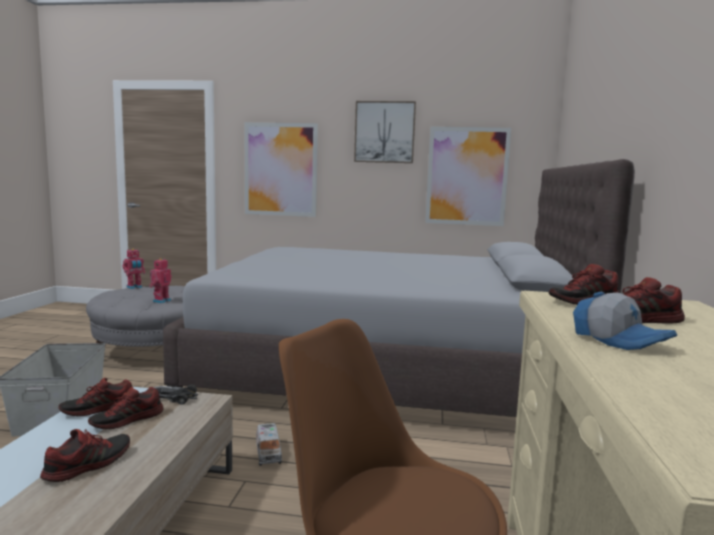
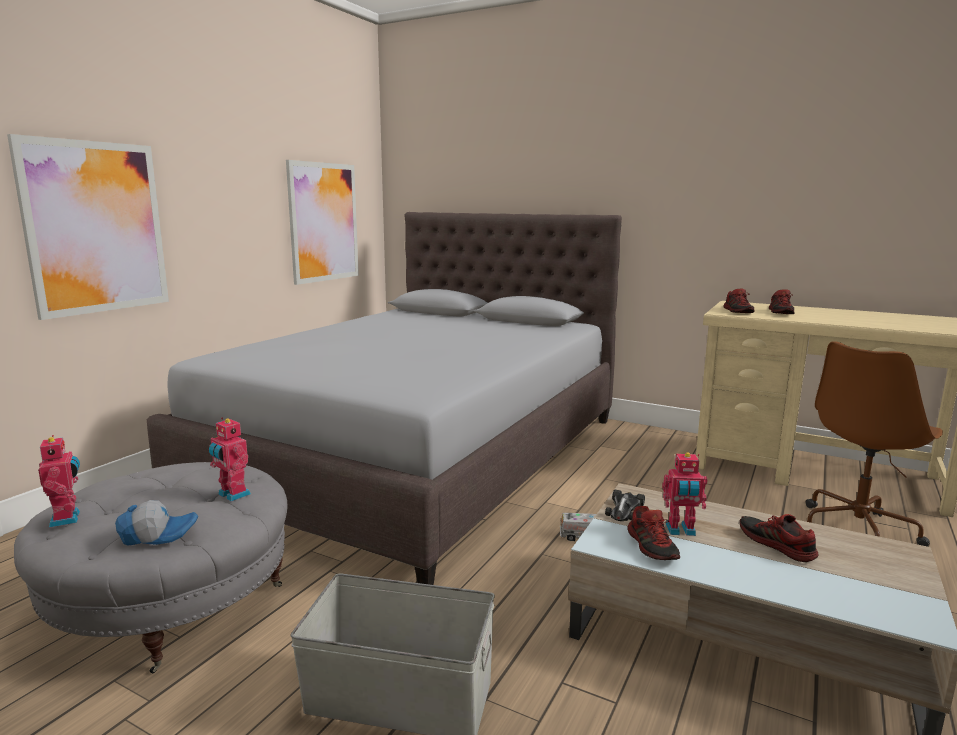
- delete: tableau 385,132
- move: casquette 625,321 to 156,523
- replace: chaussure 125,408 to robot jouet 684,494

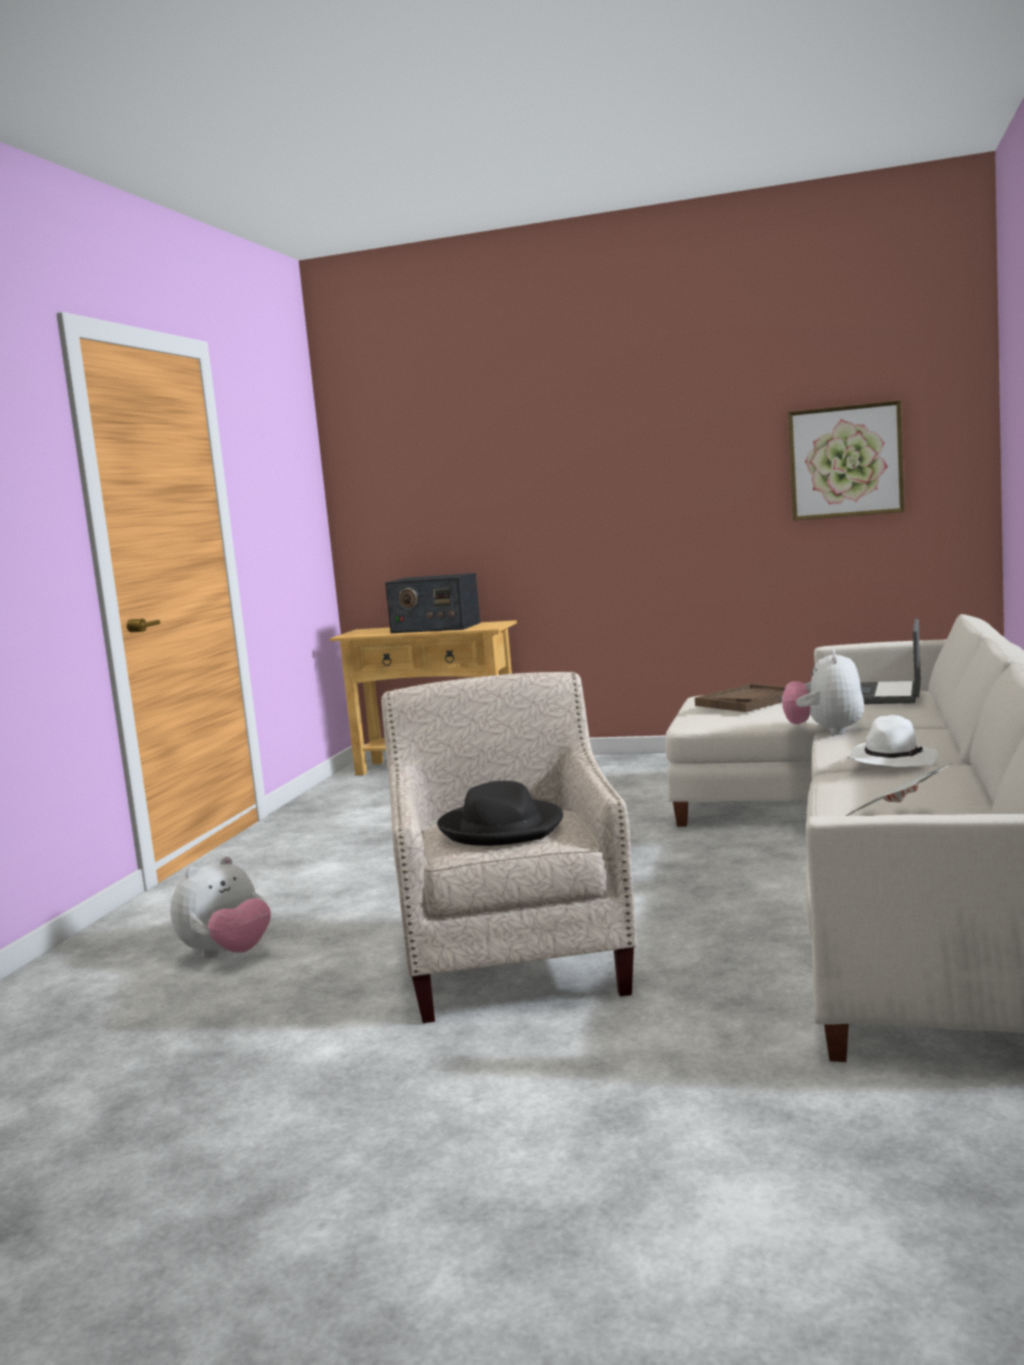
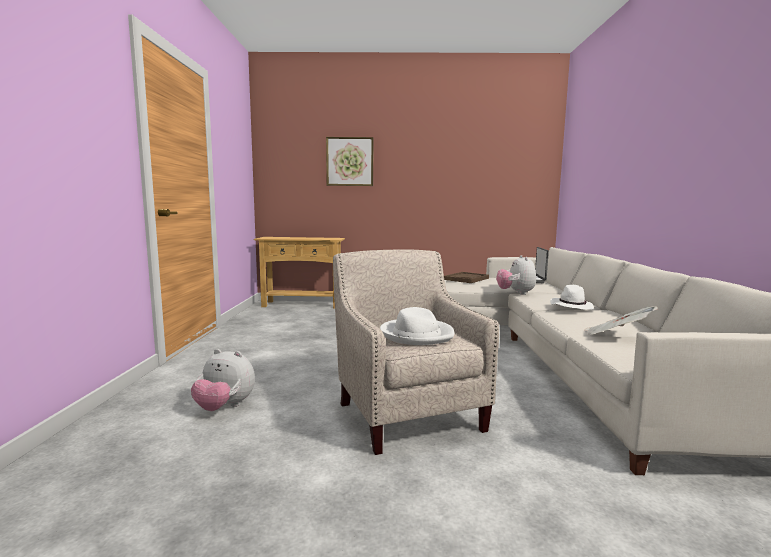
- delete: radio 432,603
- move: tableau 846,460 to 349,161
- recolor: chapeau [noir] 500,813 to chapeau [blanc] 417,326
- rotate: peluche 220,907 = 223,380 75 degrees clockwise

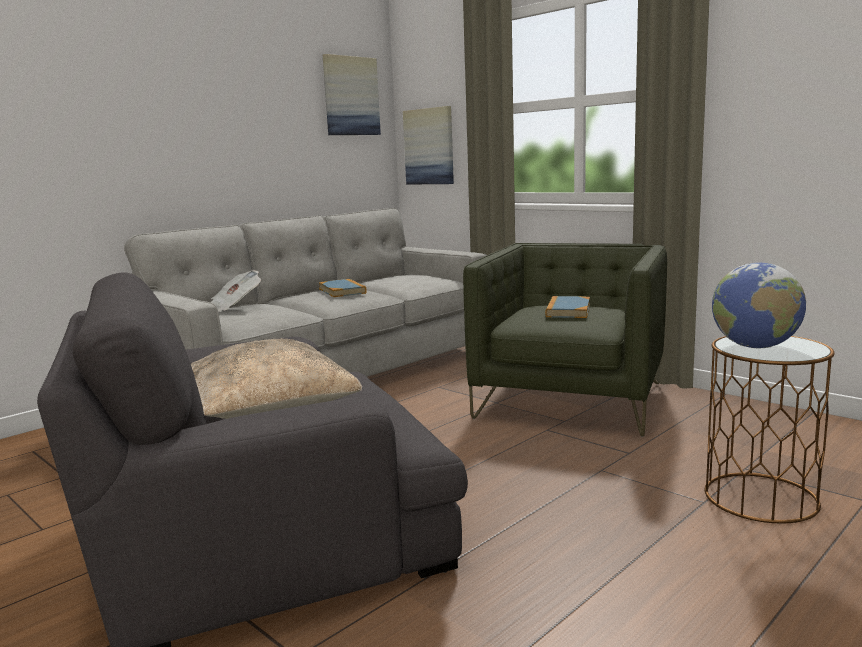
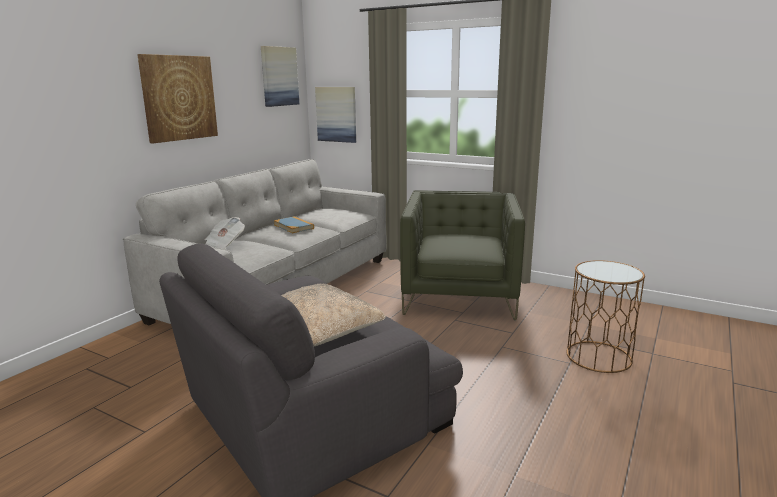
- delete: livre 567,307
- delete: globe 759,305
- insert: tableau 177,98

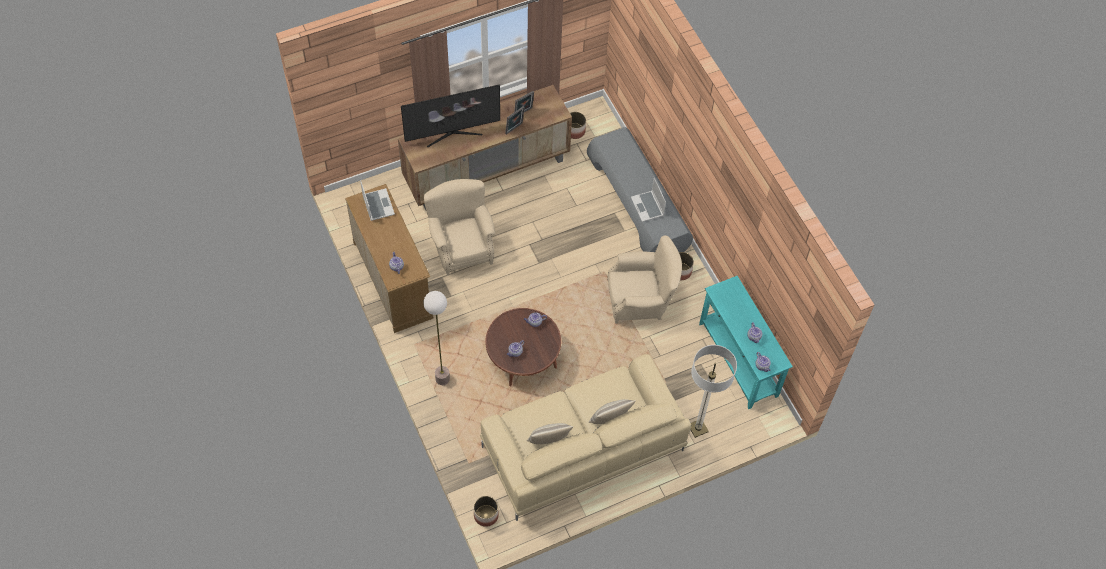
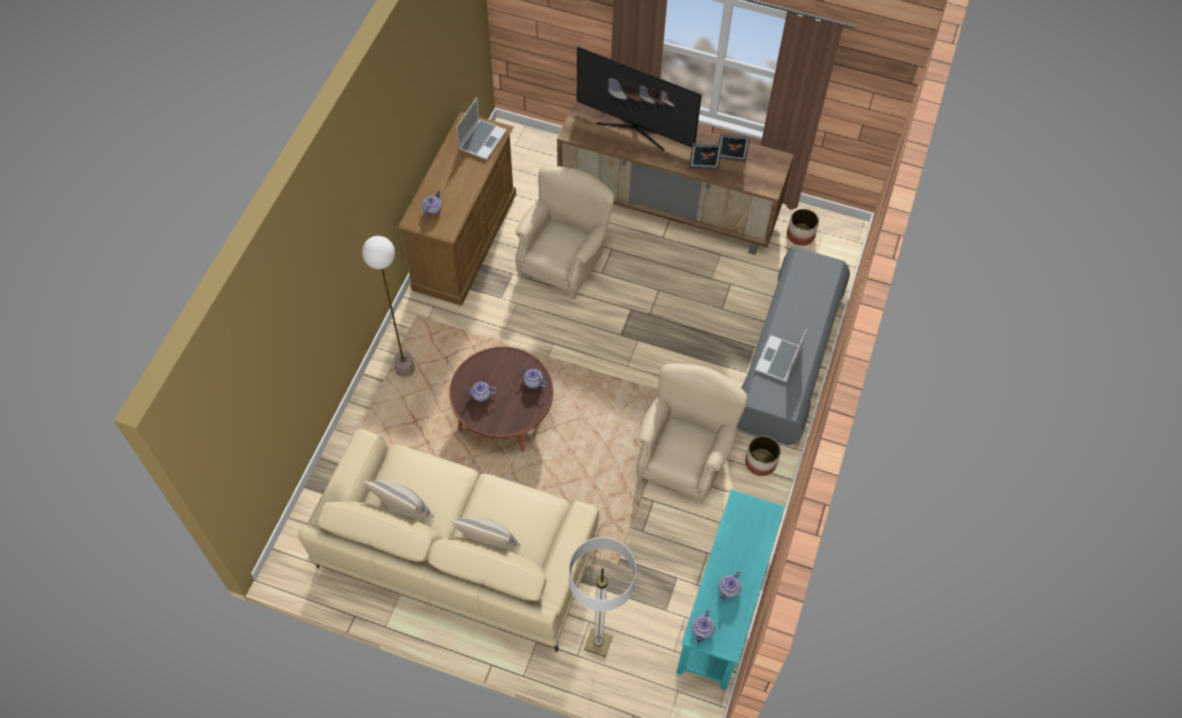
- delete: cache-pot 486,511
- rotate: fauteuil [beige] 644,279 = 692,433 105 degrees counterclockwise

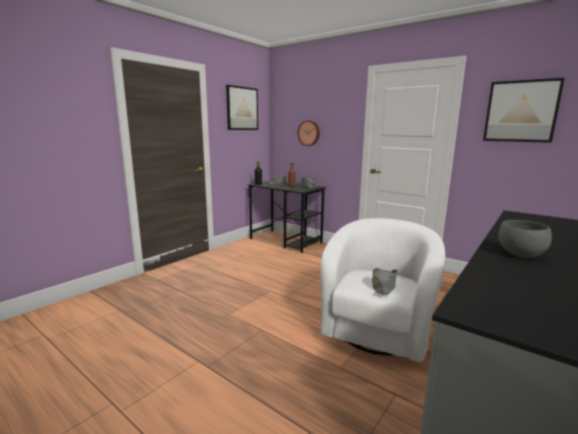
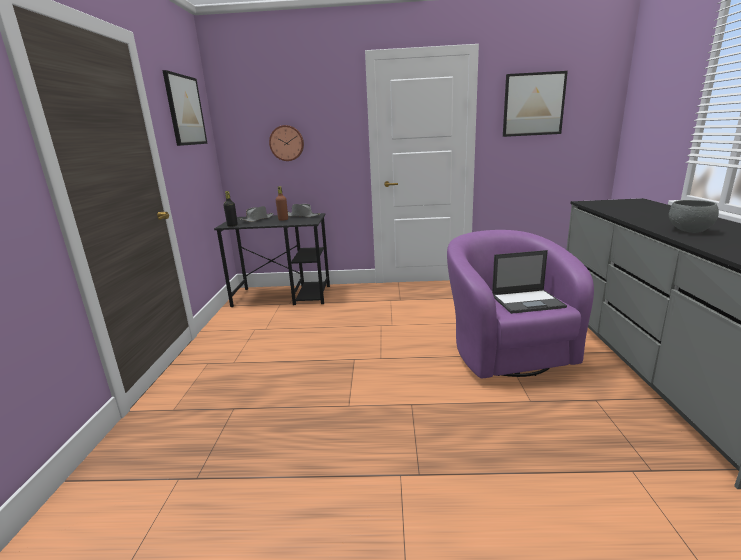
- replace: chapeau [gris] 384,281 to ordinateur portable 529,282
- recolor: fauteuil [blanc] 382,290 to fauteuil [violet] 520,304

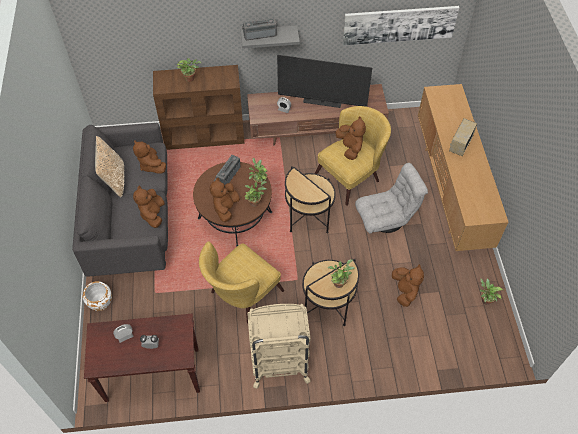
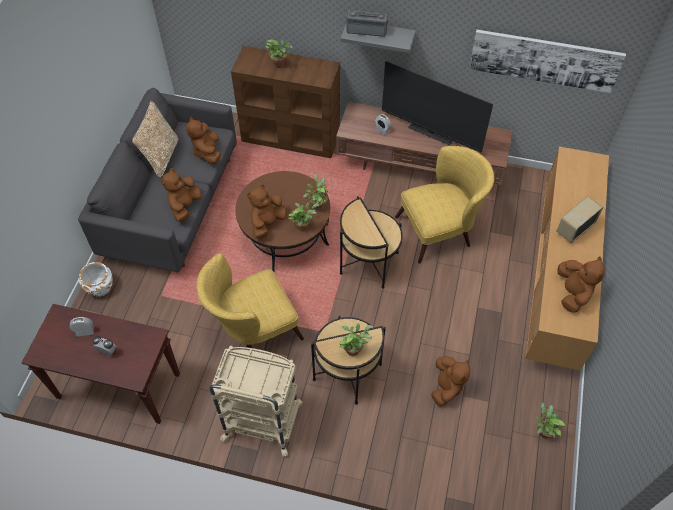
- delete: radio 227,170
- delete: fauteuil [gris] 391,198
- move: peluche [marron] 351,138 to 581,284

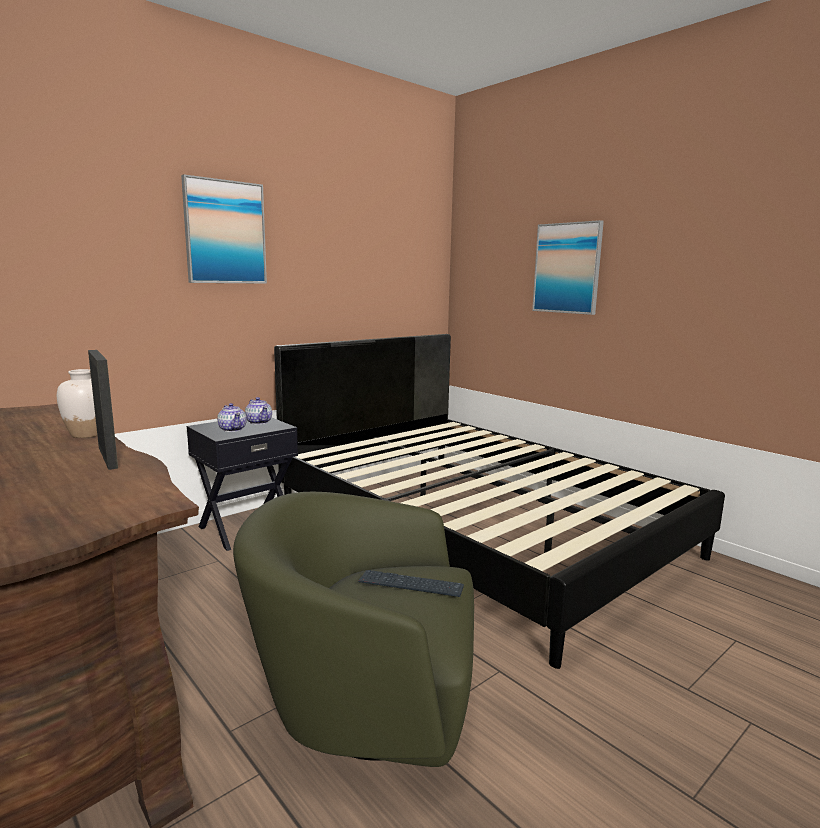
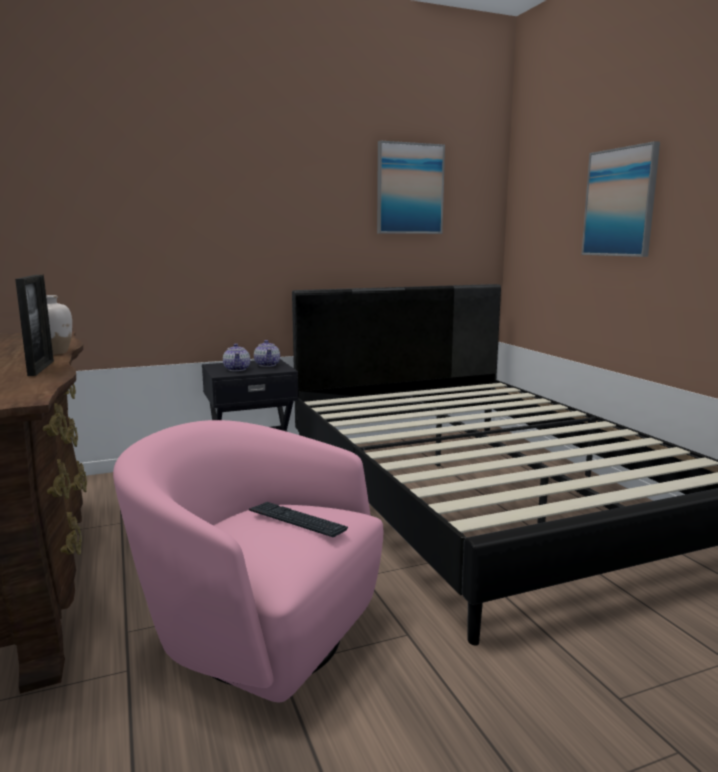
- move: tableau 224,229 to 411,187
- recolor: fauteuil [vert] 353,629 to fauteuil [rose] 248,561

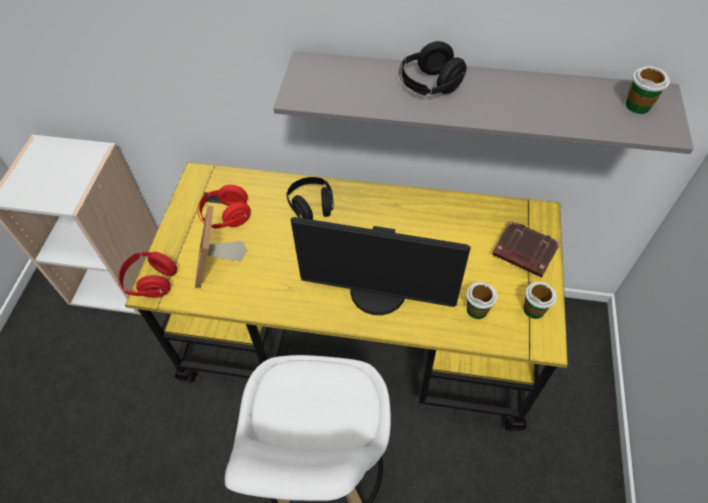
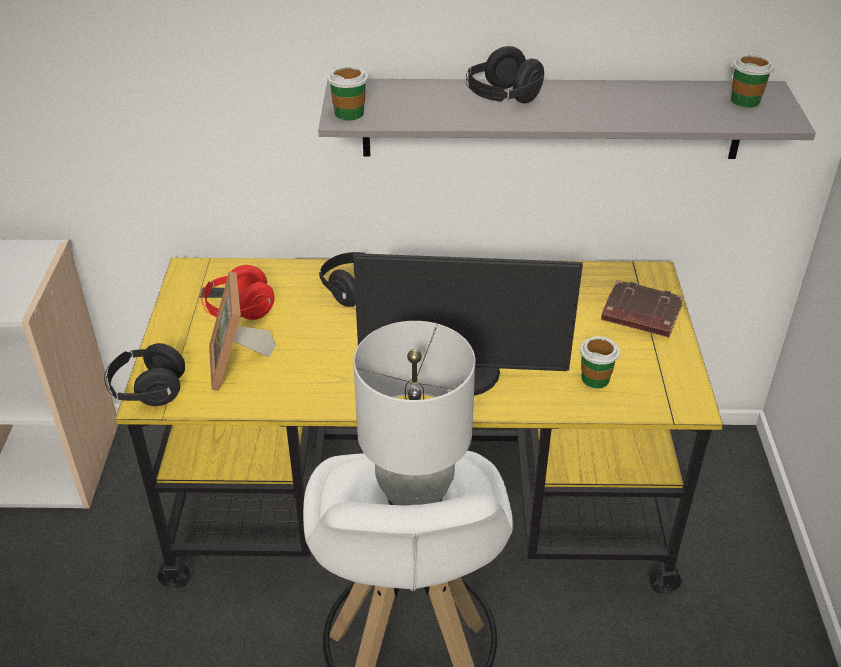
- insert: lampe de table [blanc] 414,413
- move: tasse 540,300 to 347,93
- recolor: casque audio [rouge] 147,275 to casque audio [noir] 144,374

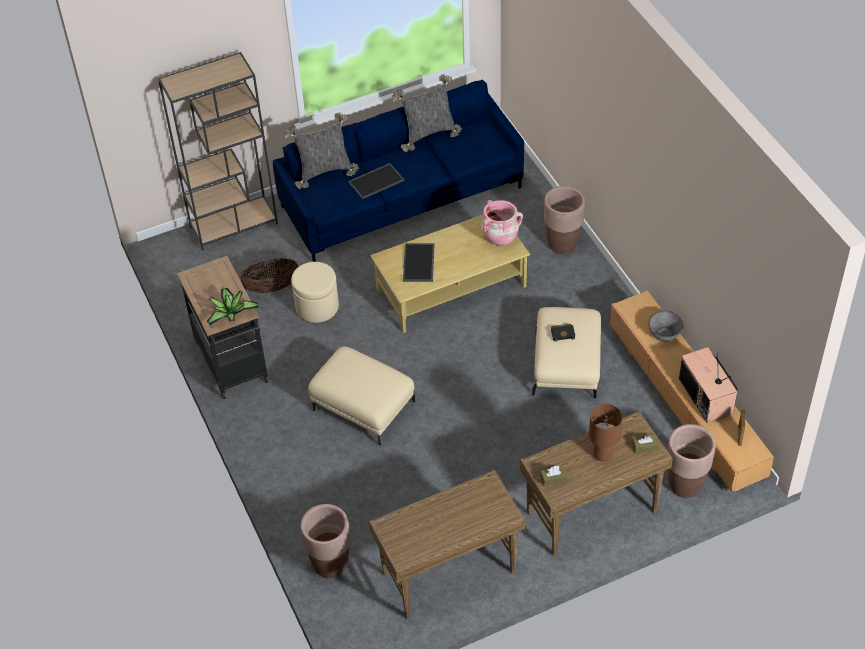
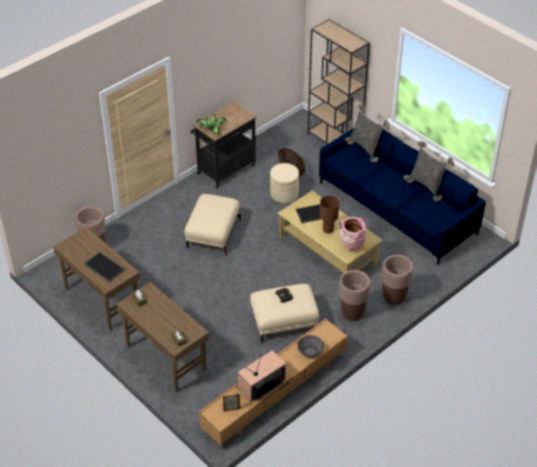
- move: plateau 376,181 to 105,267
- move: lampe de table [marron] 605,432 to 329,214
- move: cache-pot [marron] 692,461 to 354,295

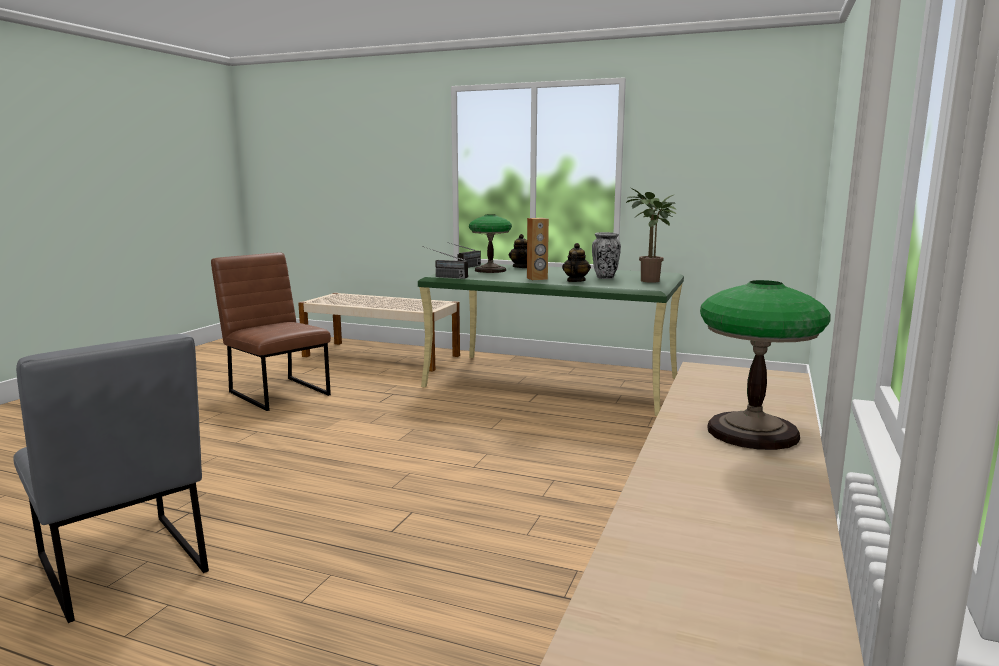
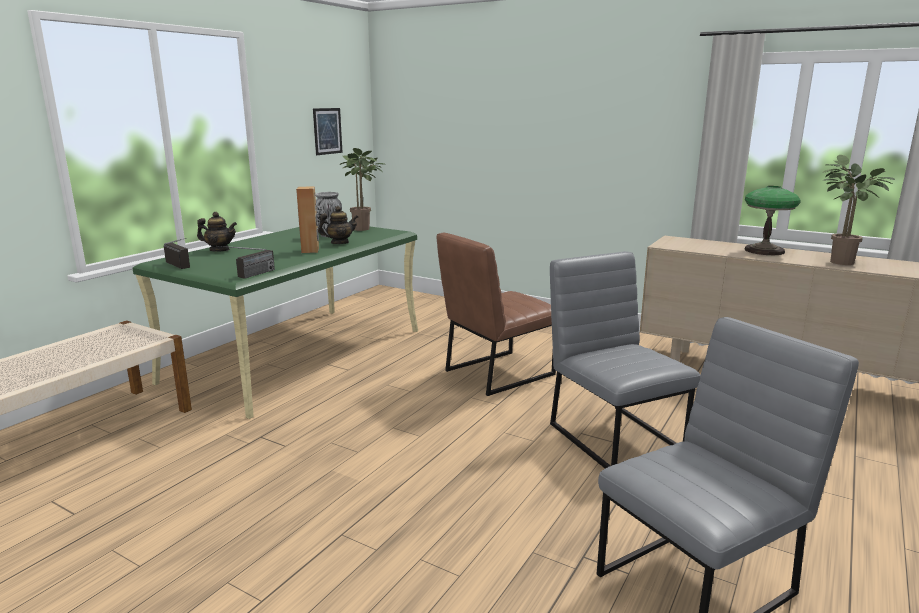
- delete: lampe de table 490,244
- insert: tableau 328,131
- insert: chaise [gris] 625,359
- insert: plante en pot 858,210
- move: chaise [marron] 271,332 to 496,314
- rotate: théière 576,262 = 338,225 135 degrees clockwise

